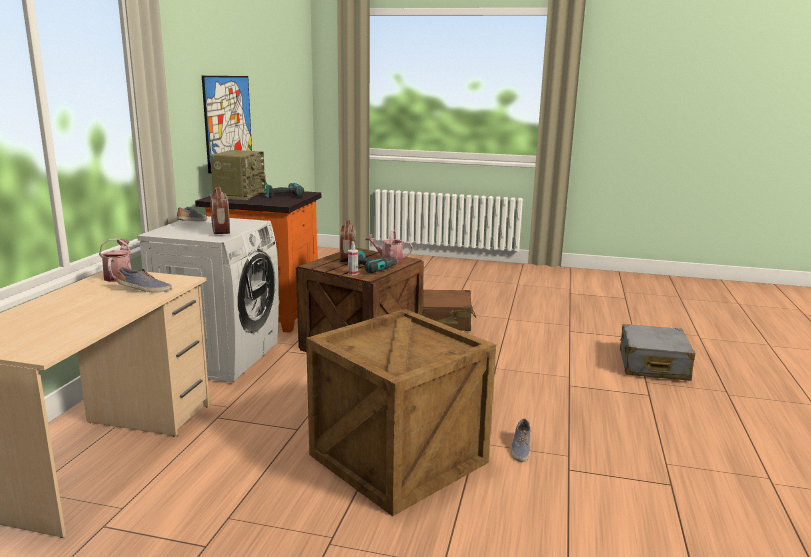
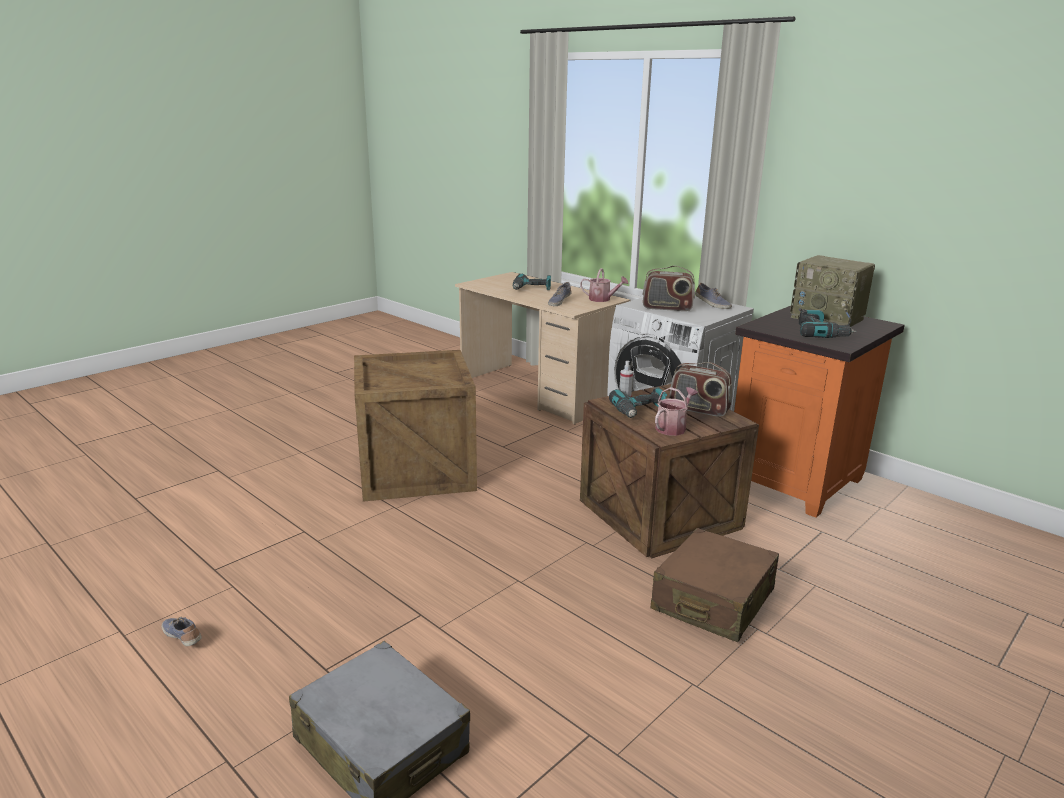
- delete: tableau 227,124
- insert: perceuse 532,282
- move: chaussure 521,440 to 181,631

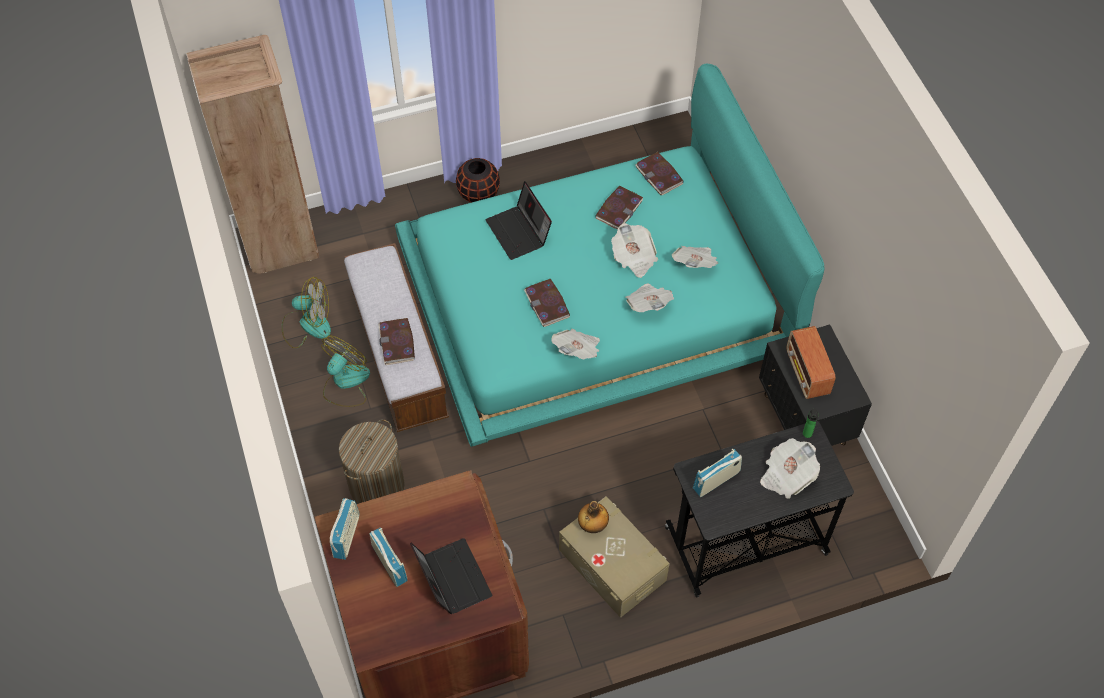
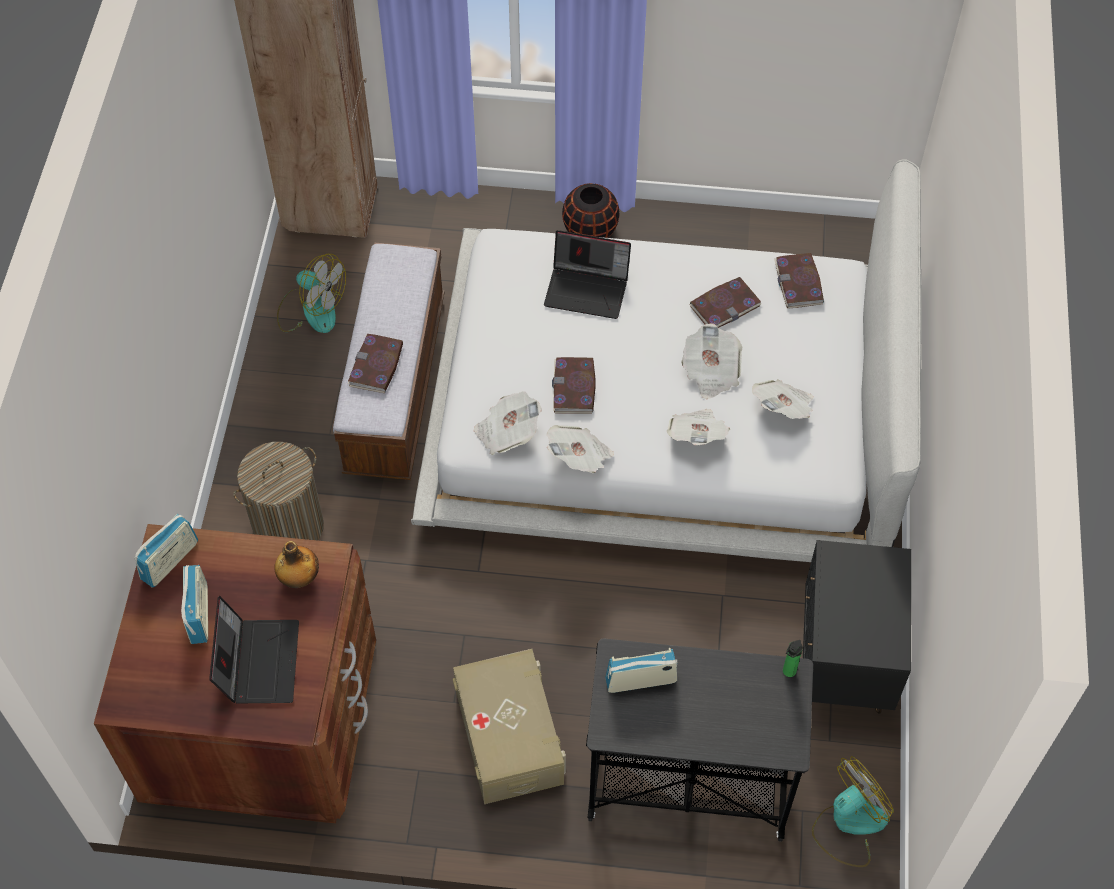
- delete: radio 811,362
- move: ventilateur 345,371 to 853,811
- move: bouteille 593,517 to 296,564
- move: journal 790,468 to 508,423
- recolor: lit [turquoise] 609,255 to lit [blanc] 666,360
- rotate: ordinateur portable 519,220 = 587,274 75 degrees counterclockwise

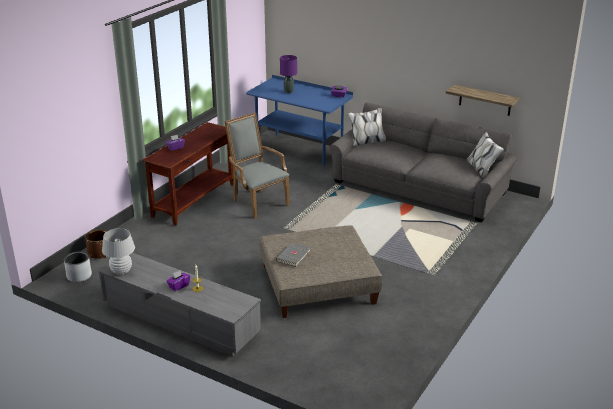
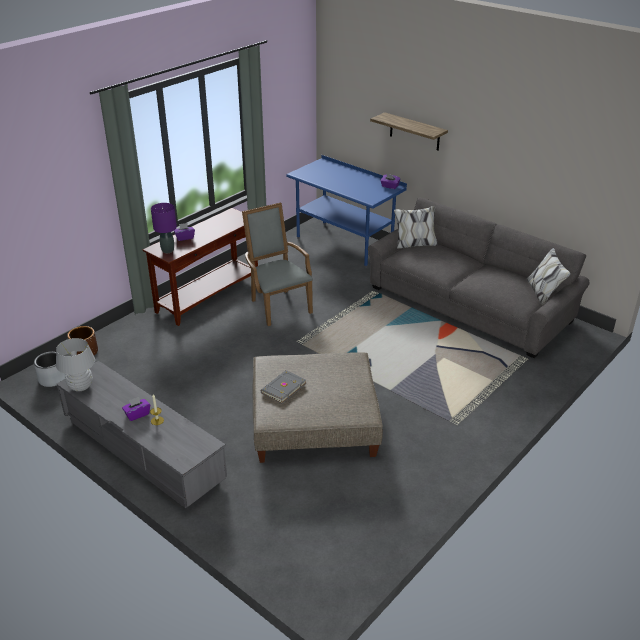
- move: lampe de table [violet] 288,74 to 164,228
- move: étagère 483,100 to 409,131

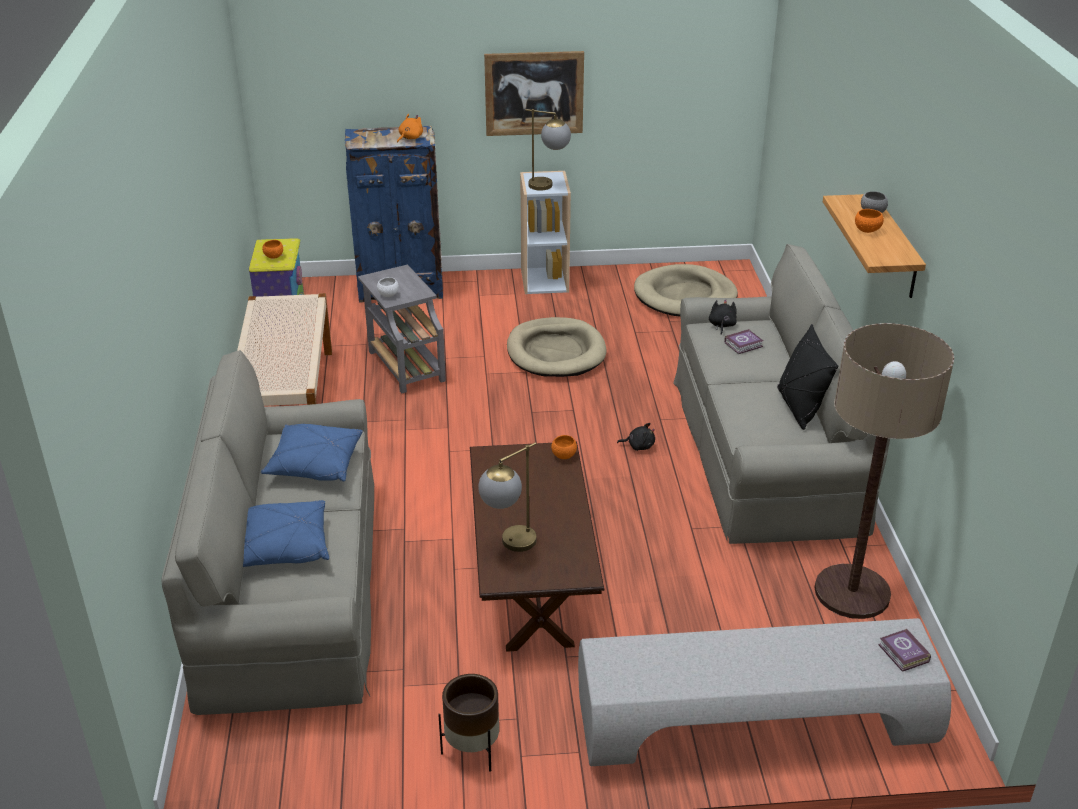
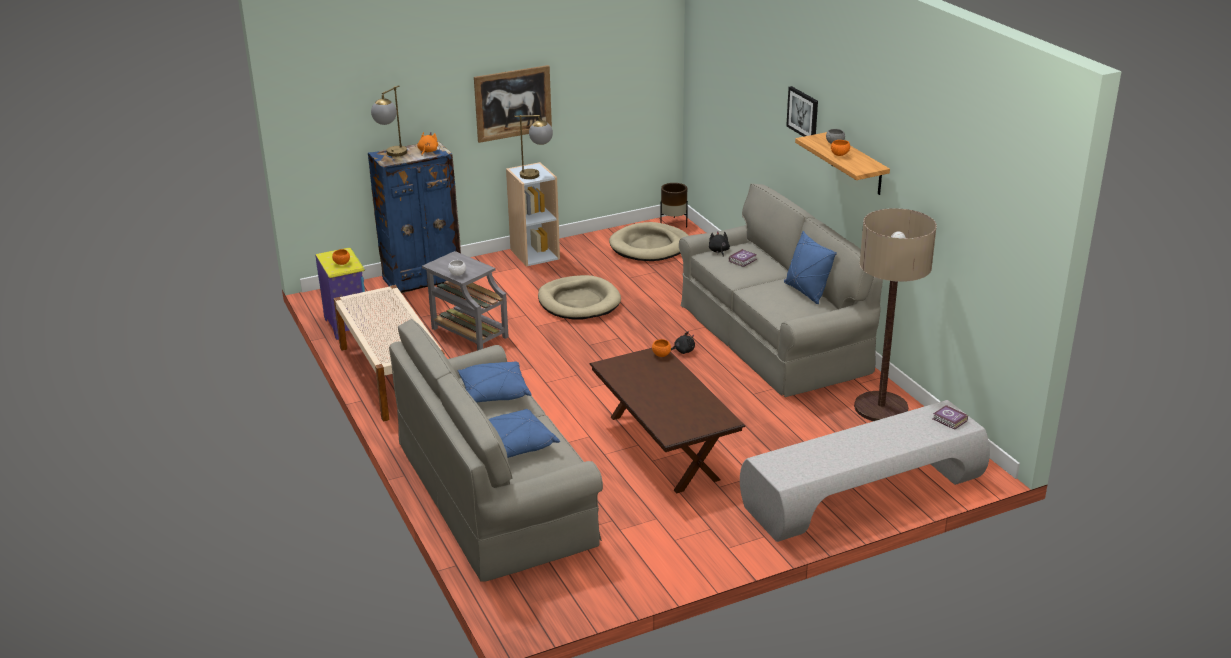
- insert: tableau 802,111
- move: cache-pot [marron] 468,723 to 674,205
- move: lampe de table 507,497 to 389,121
- recolor: coussin [noir] 807,377 to coussin [bleu] 810,267

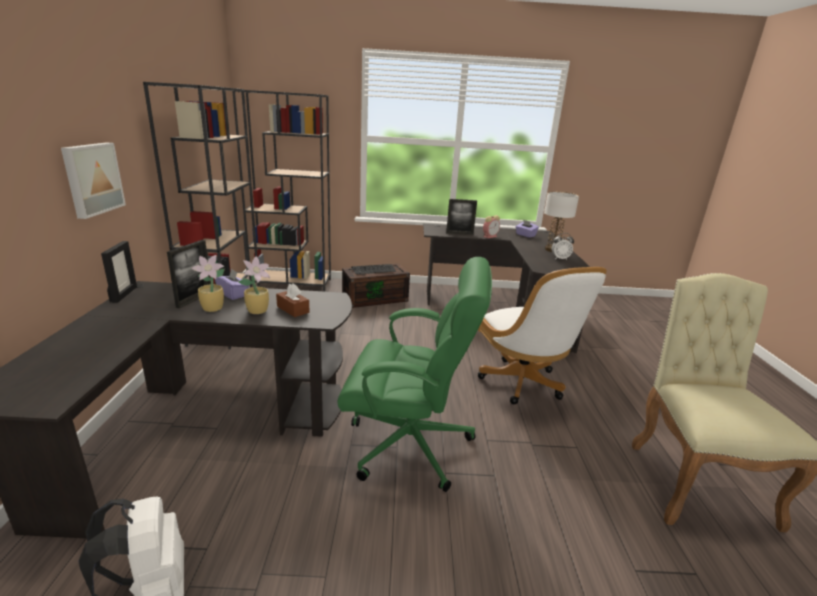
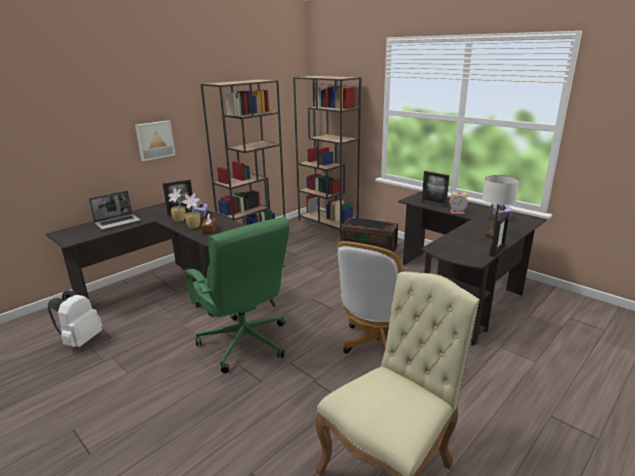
- delete: réveil 562,246
- insert: ordinateur portable 115,210
- move: cadre photo 119,272 to 499,234

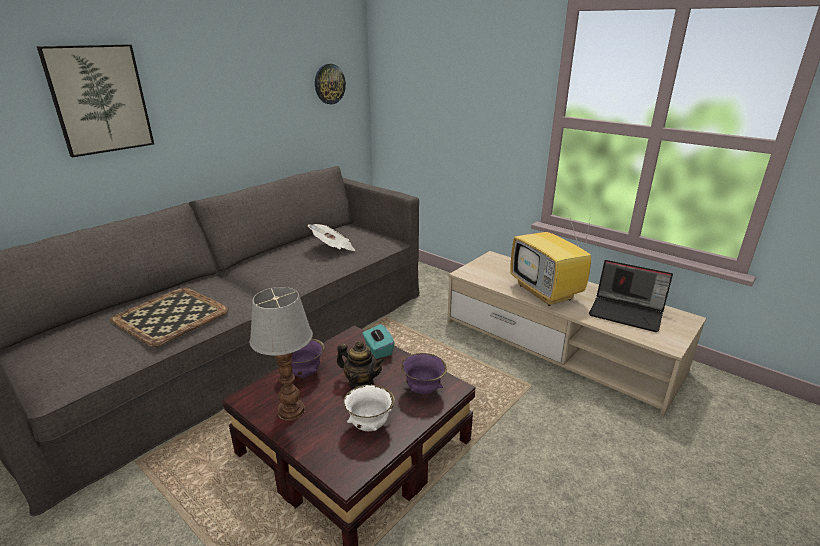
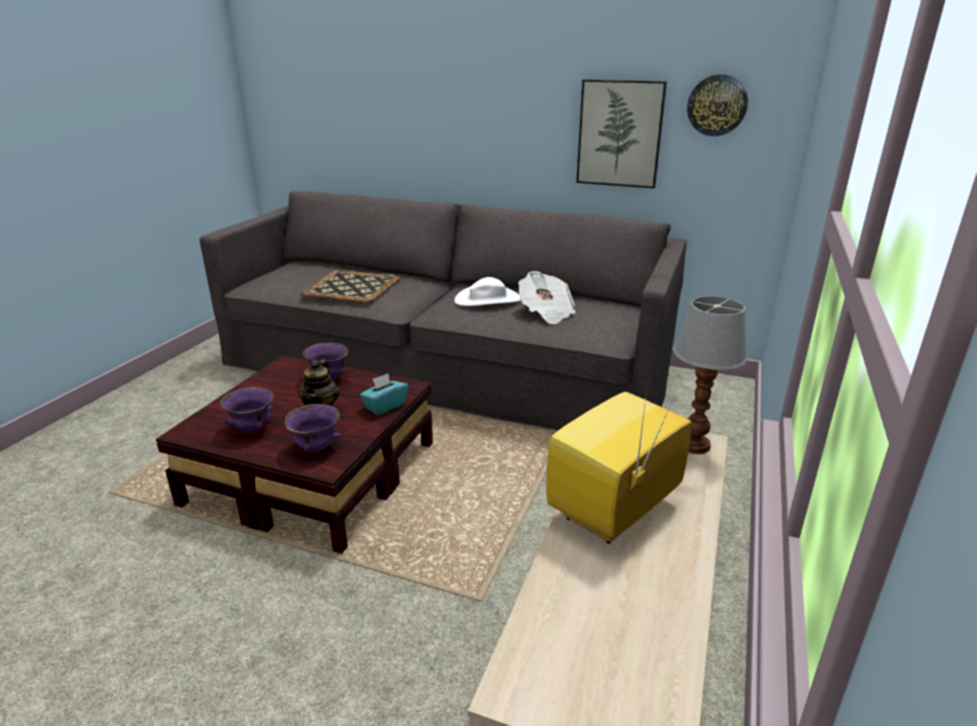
- delete: ordinateur portable 631,296
- insert: chapeau [blanc] 487,291
- move: tableau 95,100 to 621,133
- move: lampe de table 281,354 to 710,375
- recolor: bol [blanc] 369,408 to bol [violet] 247,409

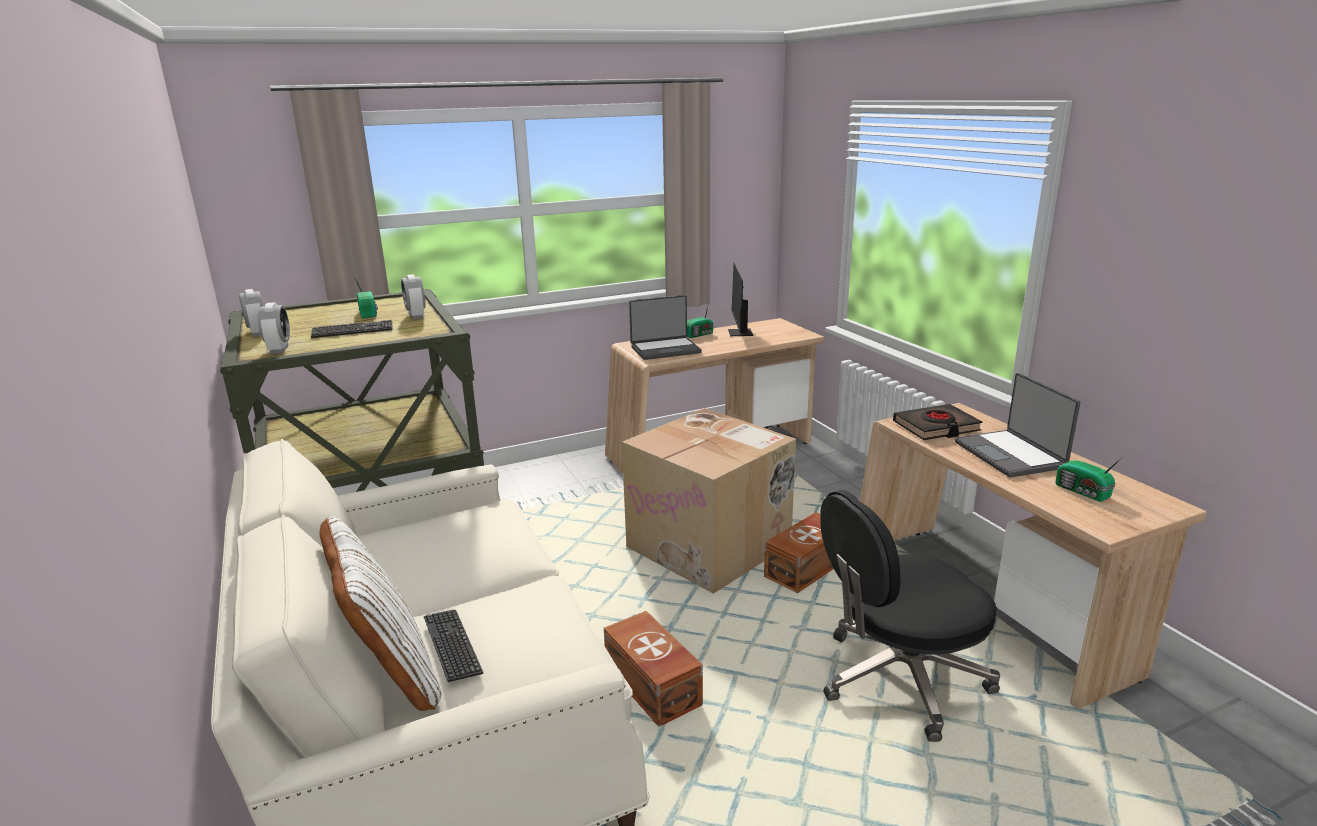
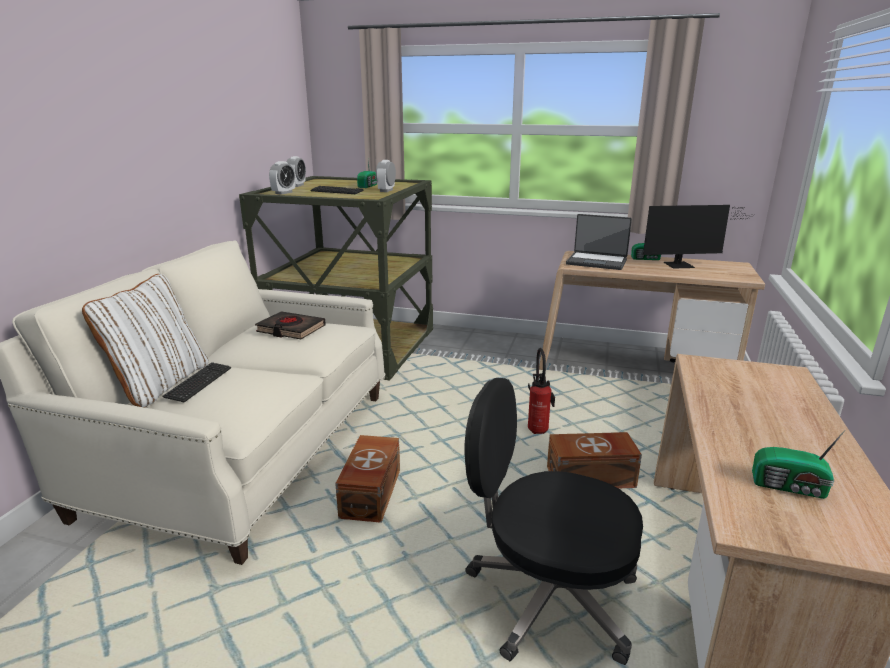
- delete: ordinateur portable 1017,425
- move: livre [noir] 937,422 to 290,325
- replace: carton 709,501 to extincteur 541,391
- rotate: écran d'ordinateur 740,299 = 698,237 135 degrees counterclockwise
- rotate: radio 1090,478 = 798,465 75 degrees counterclockwise

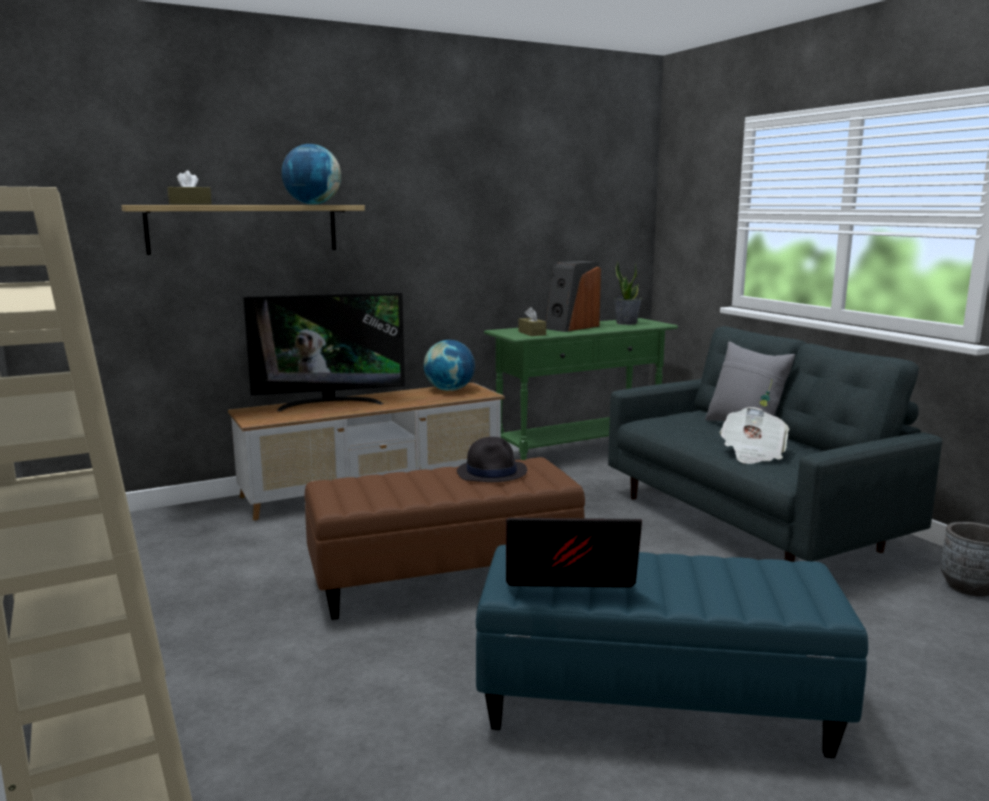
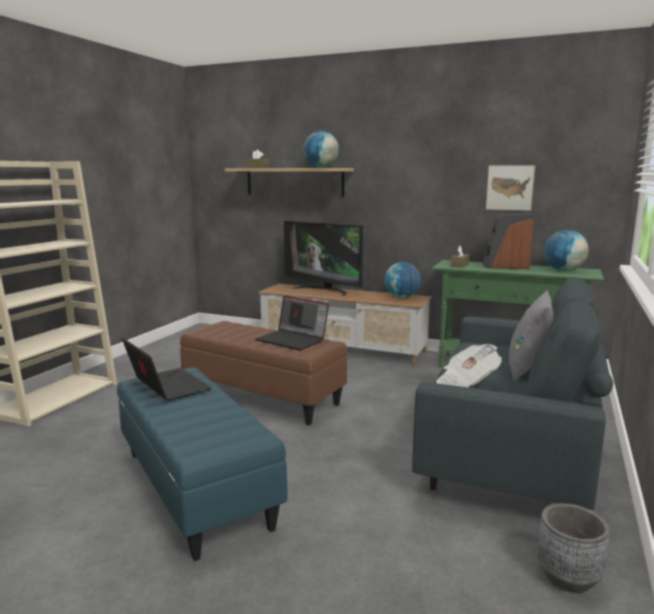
- insert: tableau 510,187
- replace: chapeau [noir] 492,459 to ordinateur portable 292,323
- replace: plante en pot 628,293 to globe 566,250

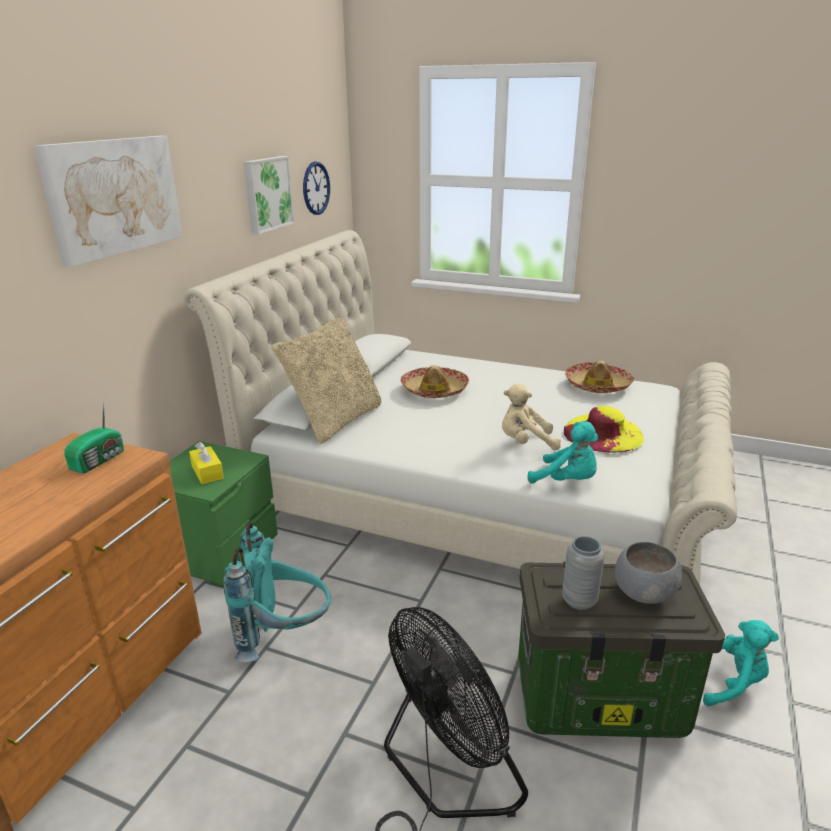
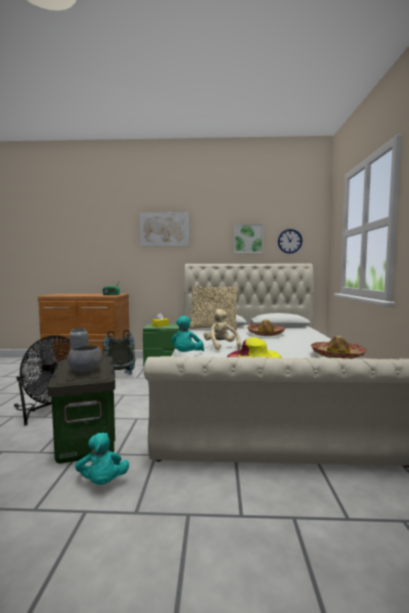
- recolor: sac à dos [turquoise] 277,592 to sac à dos [gris] 119,352

